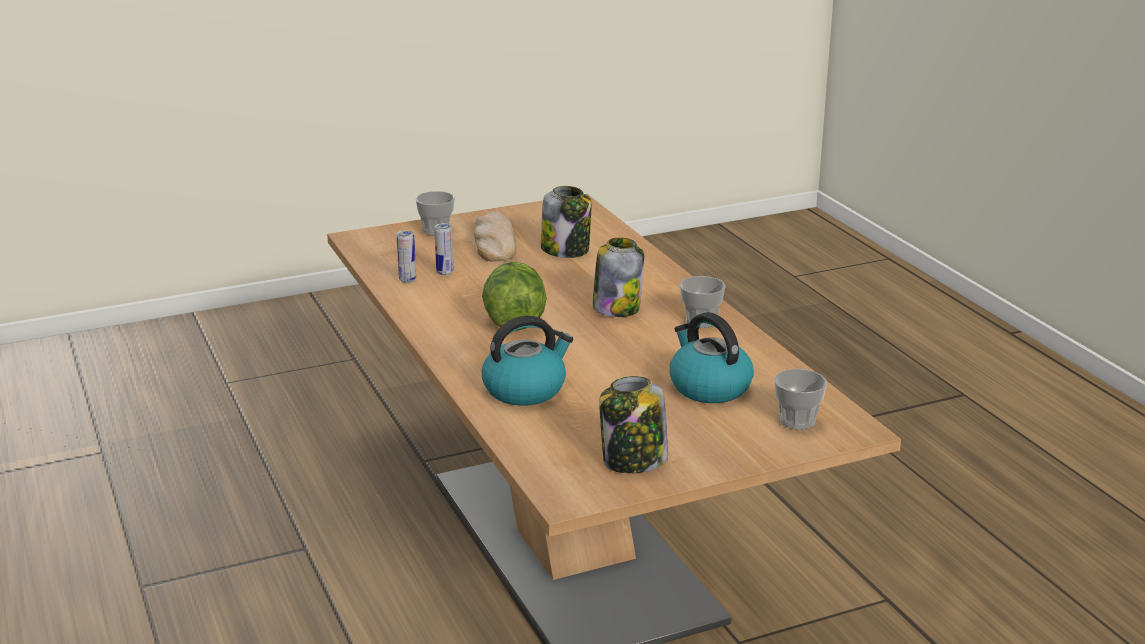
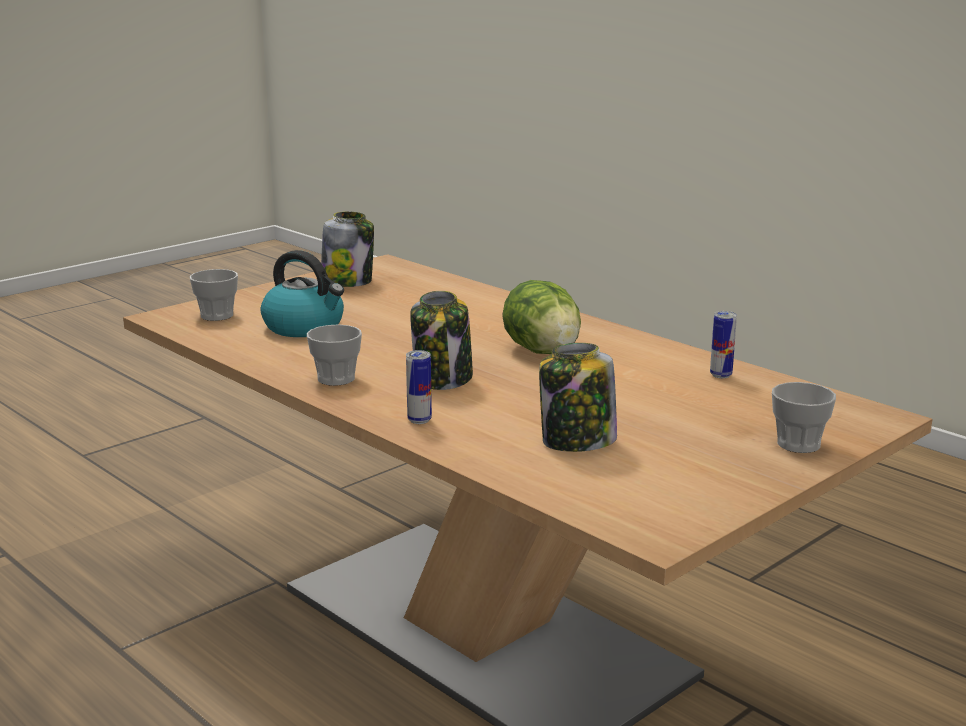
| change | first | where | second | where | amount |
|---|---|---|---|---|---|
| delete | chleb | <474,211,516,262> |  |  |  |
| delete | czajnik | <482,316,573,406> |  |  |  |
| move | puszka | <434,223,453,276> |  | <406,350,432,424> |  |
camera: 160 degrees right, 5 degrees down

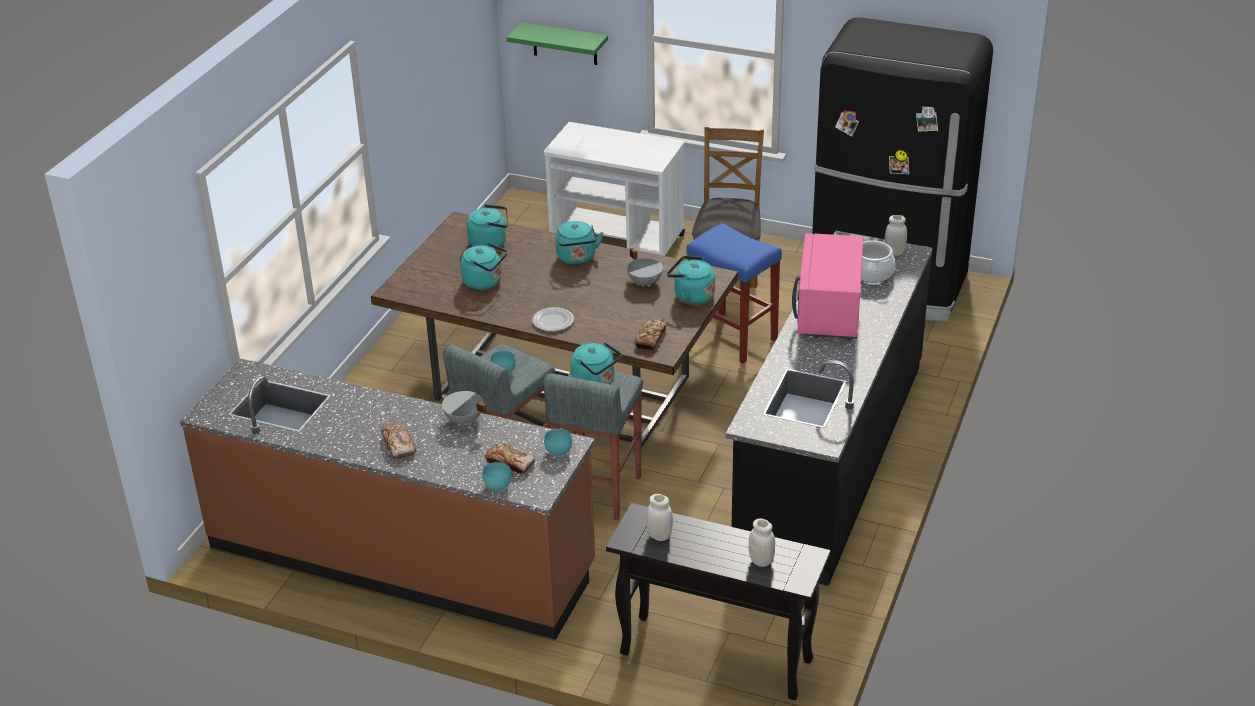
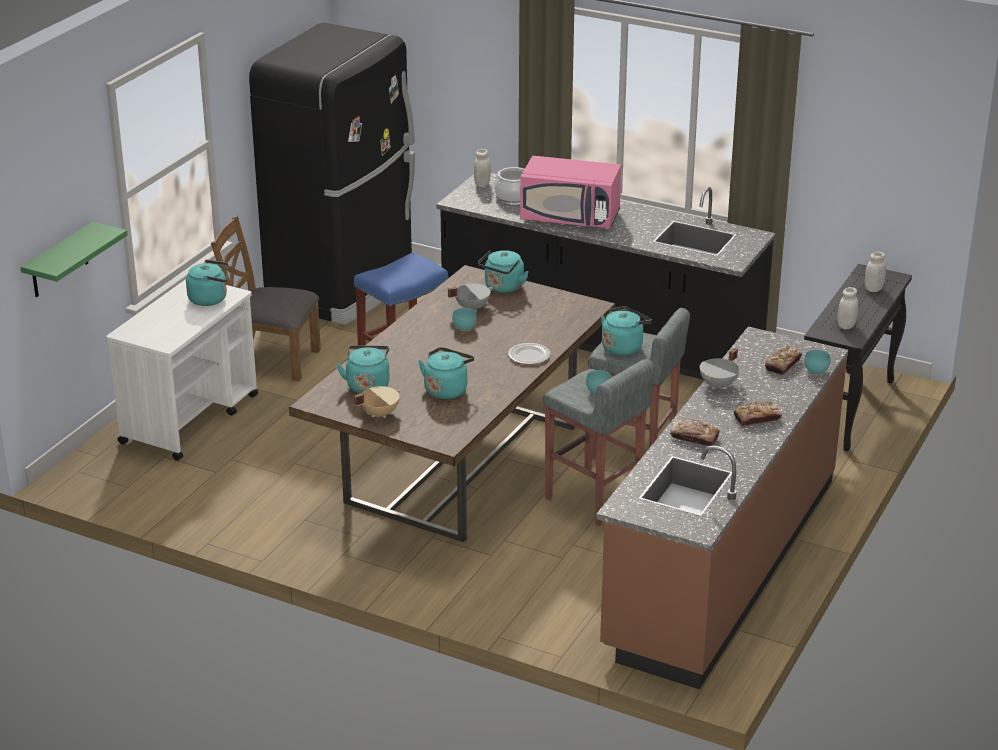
| change | first | where | second | where | amount |
|---|---|---|---|---|---|
| insert |  |  | garnek/beżowy | <354,386,401,418> |  |
| move | miska/turkusowy | <544,428,572,456> |  | <452,308,477,331> |  |
| move | czajnik/turkusowy | <556,221,603,264> |  | <186,260,228,306> |  |
| move | chleb | <635,320,666,351> |  | <670,419,720,446> |  |
camera: 85 degrees left, 5 degrees down

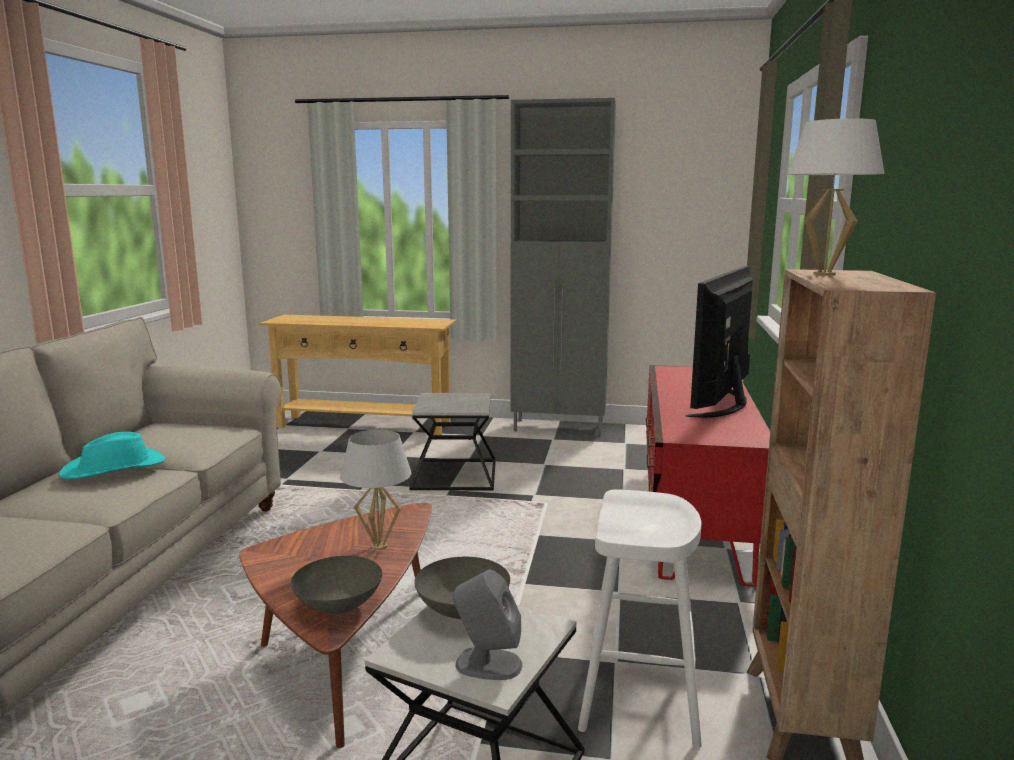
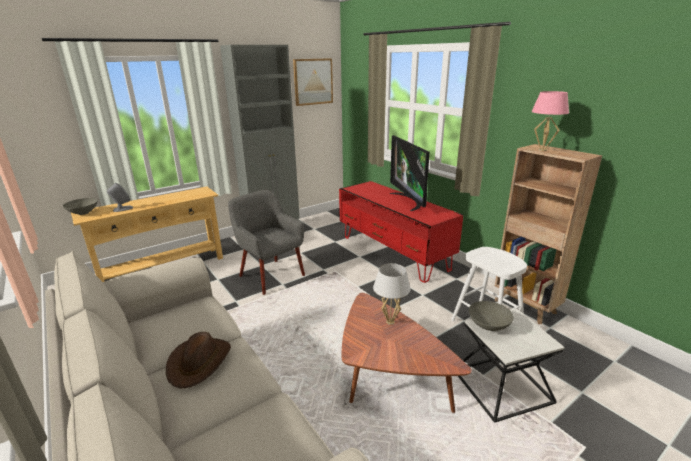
| change | first | where | second | where | amount |
|---|---|---|---|---|---|
| insert |  |  | obraz | <293,58,333,106> |  |
| move | miska/szary | <291,556,382,614> |  | <63,198,98,215> |  |
| move | głośnik/szary | <452,570,523,680> |  | <107,183,133,212> |  |
| replace | stolik | <410,393,496,490> | fotel/szary | <228,190,305,295> |  |
| recolor | kapelusz/turkusowy | <59,432,165,479> | kapelusz/brązowy | <166,332,231,388> |  |
| recolor | lampa stołowa/biały | <787,118,884,276> | lampa stołowa/różowy | <532,91,569,151> |  |
camera: 45 degrees left, 10 degrees up

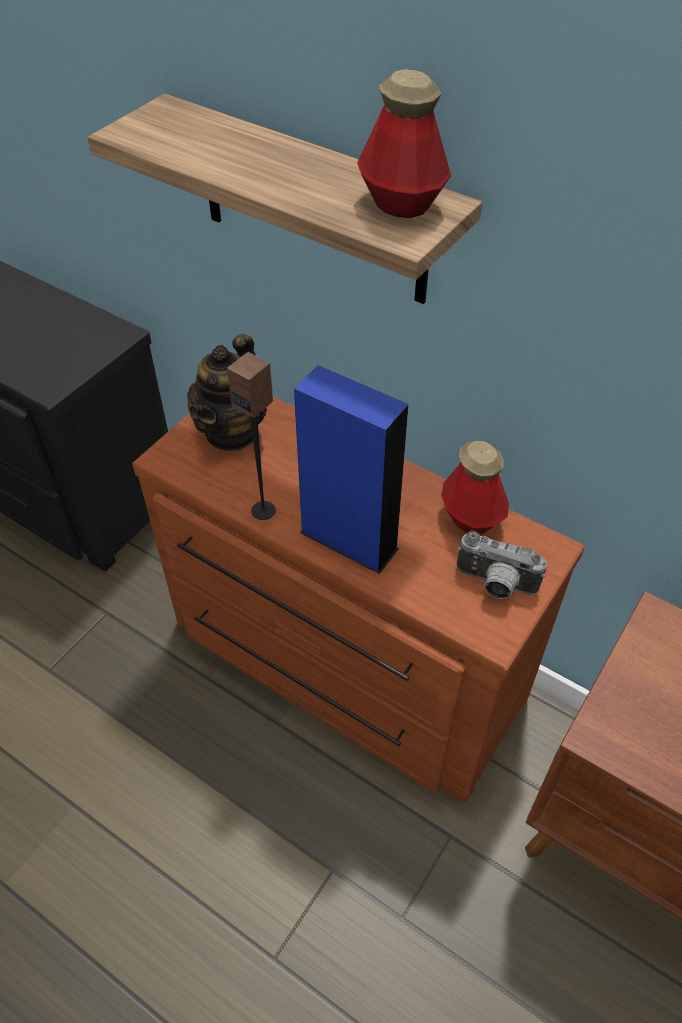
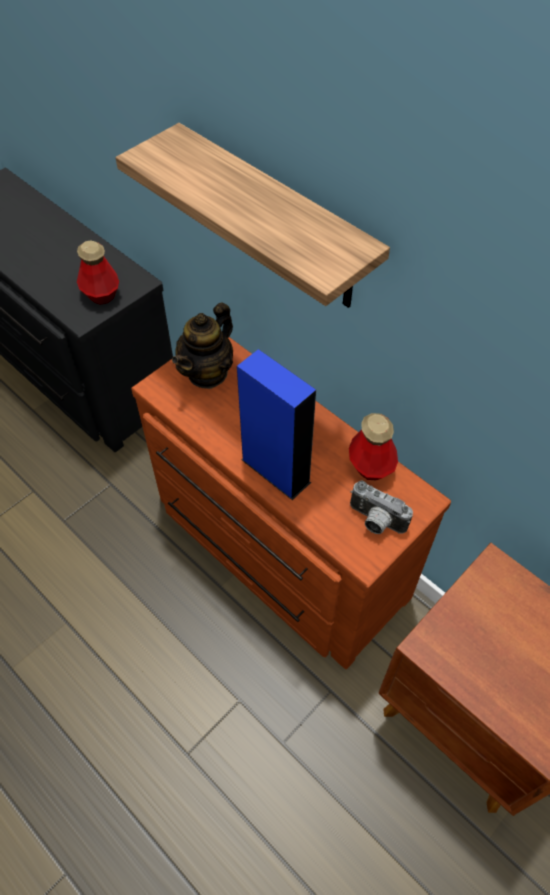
| change | first | where | second | where | amount |
|---|---|---|---|---|---|
| delete | głośnik | <227,352,276,520> |  |  |  |
| move | butelka | <357,69,451,218> |  | <77,240,119,305> |  |
camera: 10 degrees right, 5 degrees up

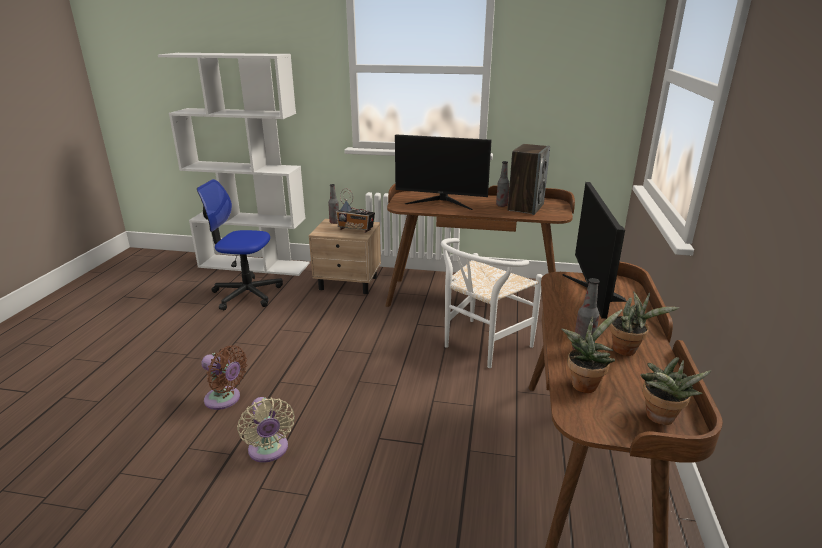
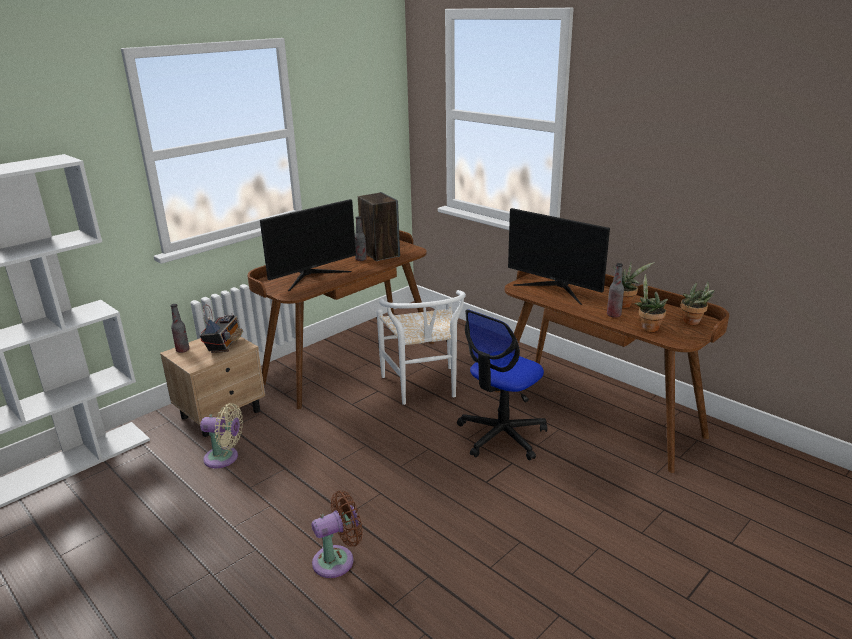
| change | first | where | second | where | amount |
|---|---|---|---|---|---|
| move | krzesło biurowe | <197,179,283,311> |  | <457,309,547,460> |  |
| move | wentylator/beżowy | <237,397,295,463> |  | <200,403,243,468> |  |
| rotate | radio | <336,188,375,233> |  | <200,305,243,353> | 45 degrees counterclockwise |
camera: 55 degrees left, 0 degrees up

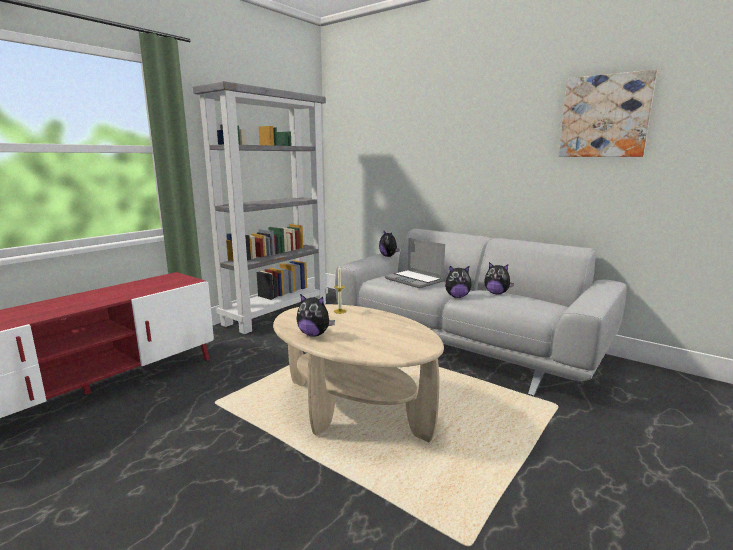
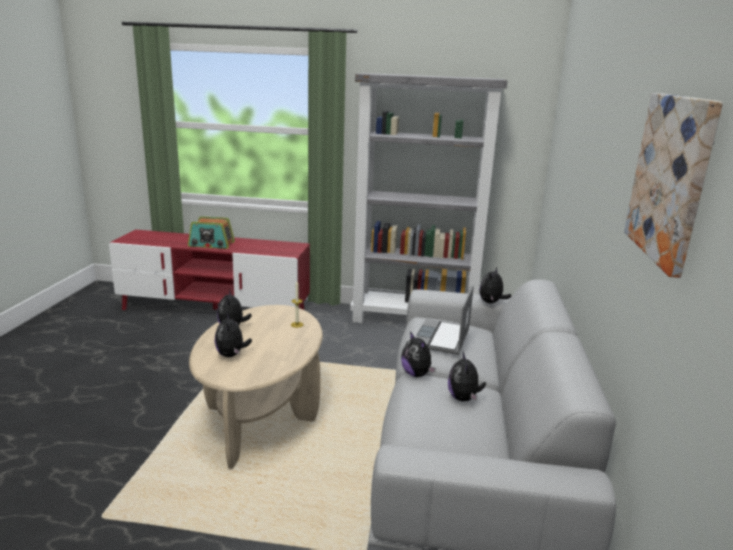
| change | first | where | second | where | amount |
|---|---|---|---|---|---|
| insert |  |  | radio | <188,216,235,249> |  |
| insert |  |  | pluszak | <215,313,252,357> |  |
camera: 60 degrees right, 5 degrees up

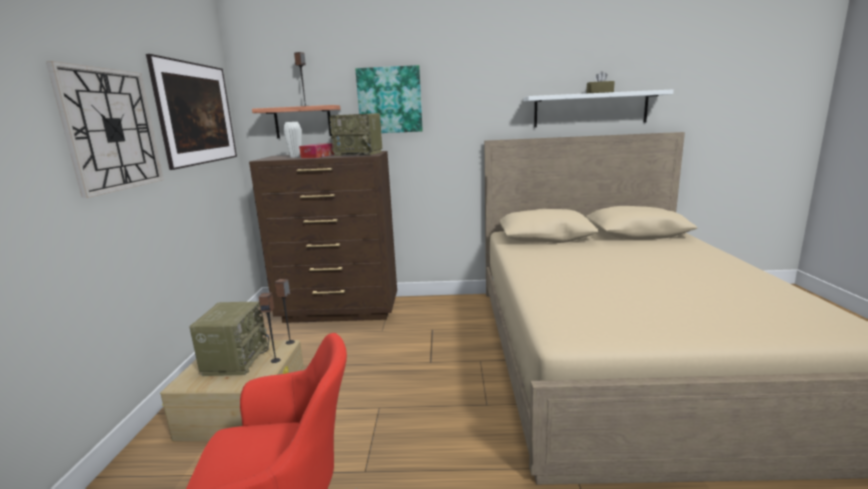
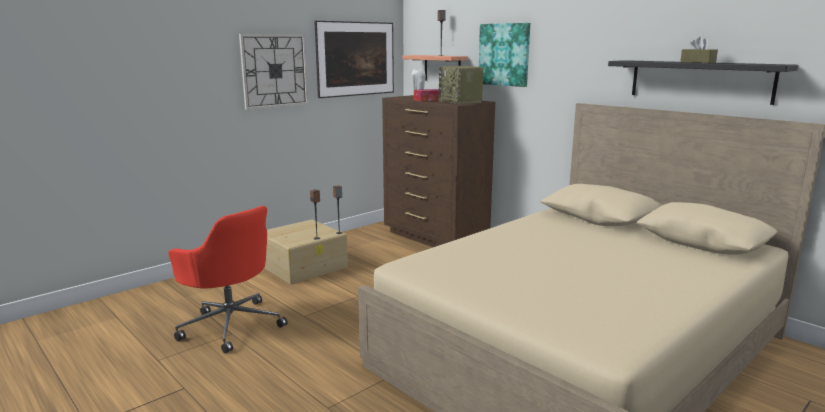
| change | first | where | second | where | amount |
|---|---|---|---|---|---|
| delete | radio | <189,302,270,376> |  |  |  |
| recolor | półka/biały | <524,89,673,127> | półka/czarny | <608,60,798,105> |  |
camera: 45 degrees right, 0 degrees up

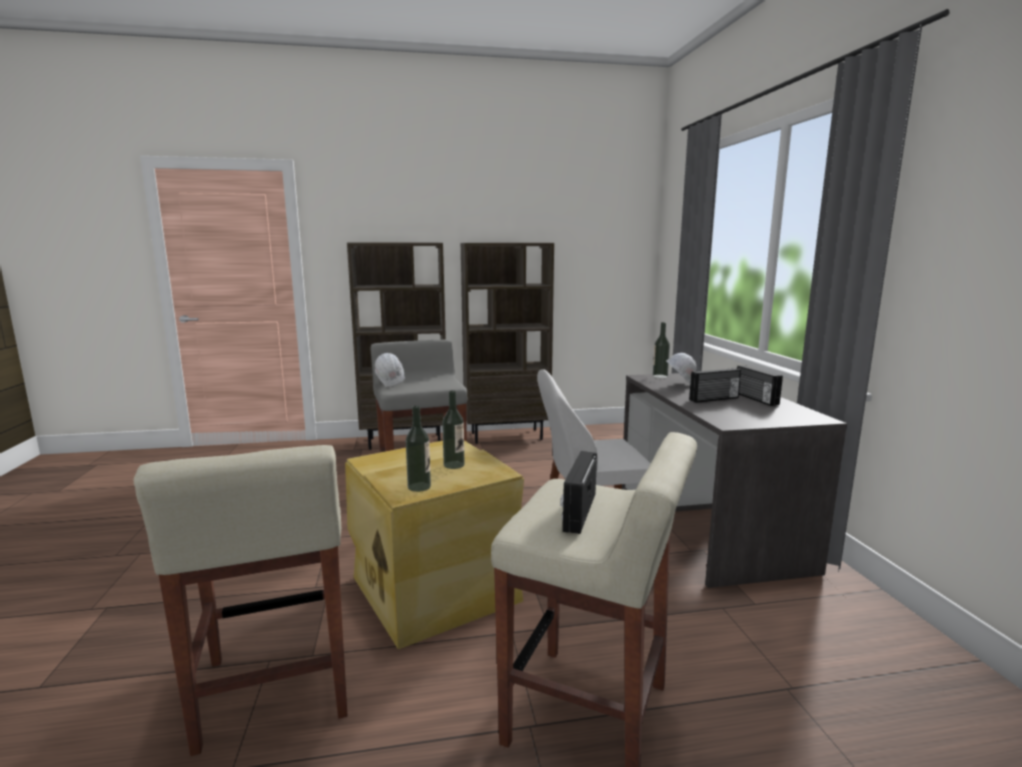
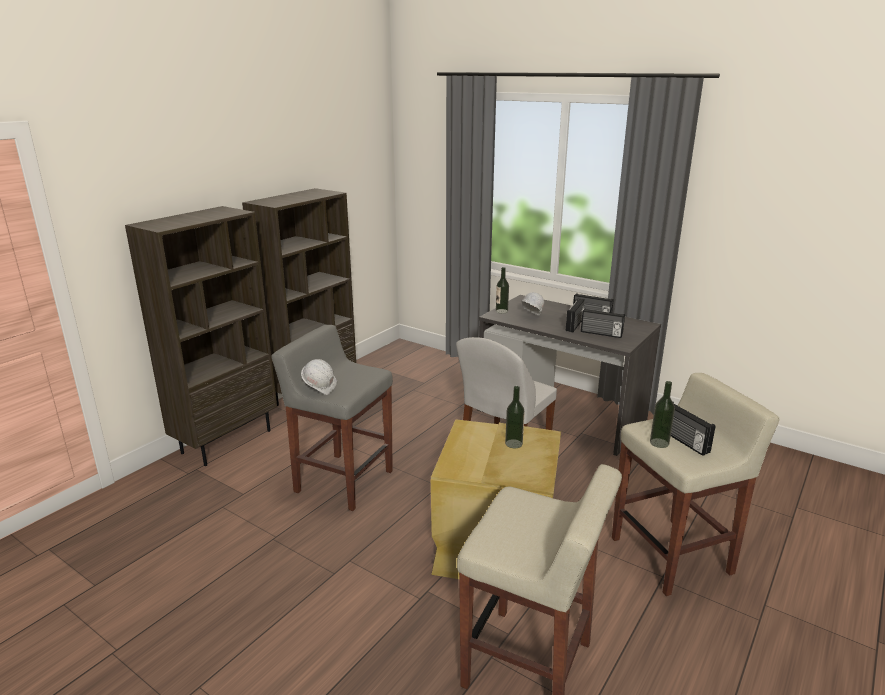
| change | first | where | second | where | amount |
|---|---|---|---|---|---|
| insert |  |  | radio | <581,309,625,338> |  |
| move | butelka | <406,406,431,492> |  | <650,381,675,448> |  |
camera: 45 degrees left, 10 degrees up

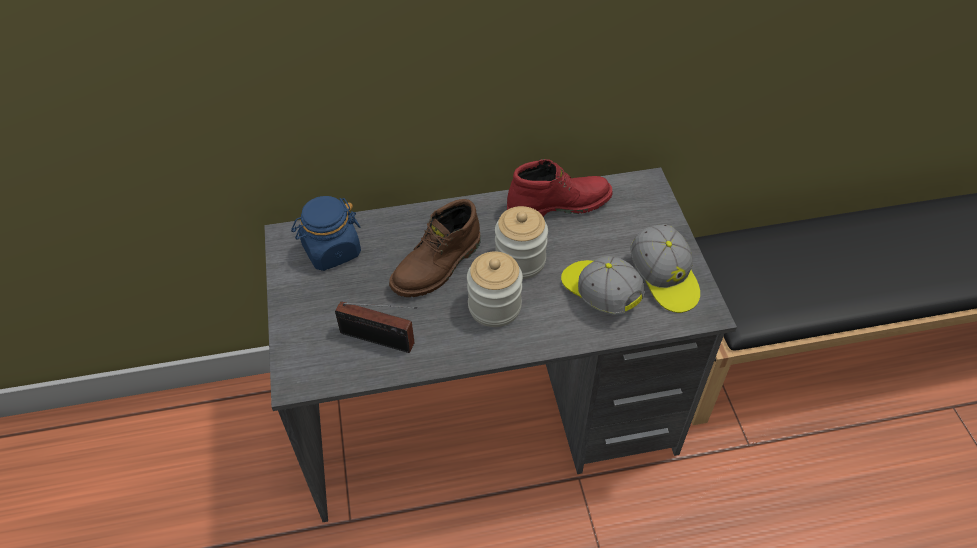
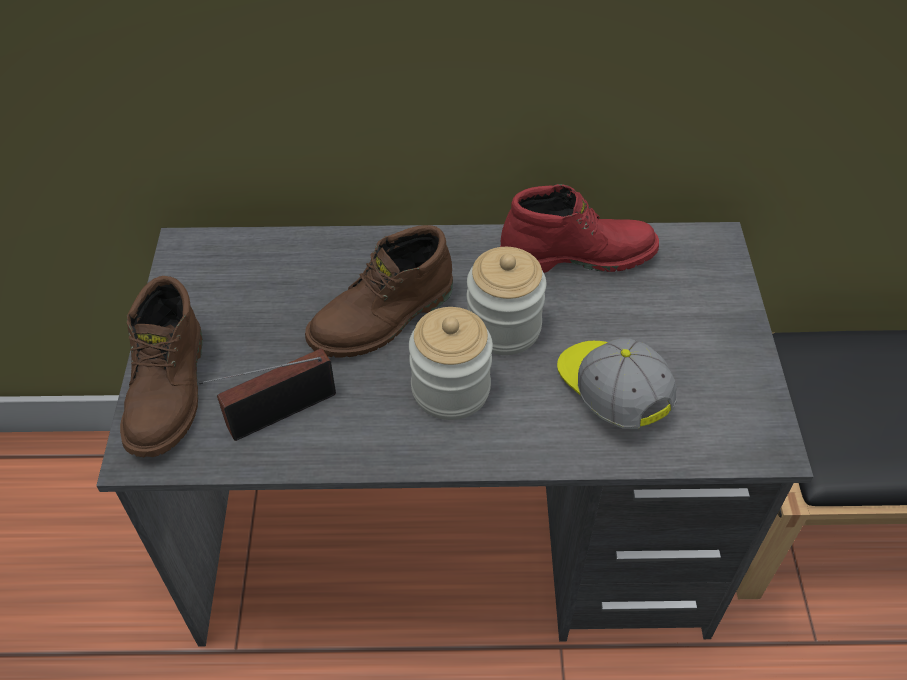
| change | first | where | second | where | amount |
|---|---|---|---|---|---|
| delete | słoik/niebieski | <291,196,361,271> |  |  |  |
| delete | czapka z daszkiem | <630,224,700,313> |  |  |  |
| insert |  |  | but z cholewką/brązowy | <120,276,203,457> |  |
| rotate | radio | <335,301,417,353> |  | <199,349,336,441> | 120 degrees clockwise |
camera: 10 degrees right, 0 degrees up

